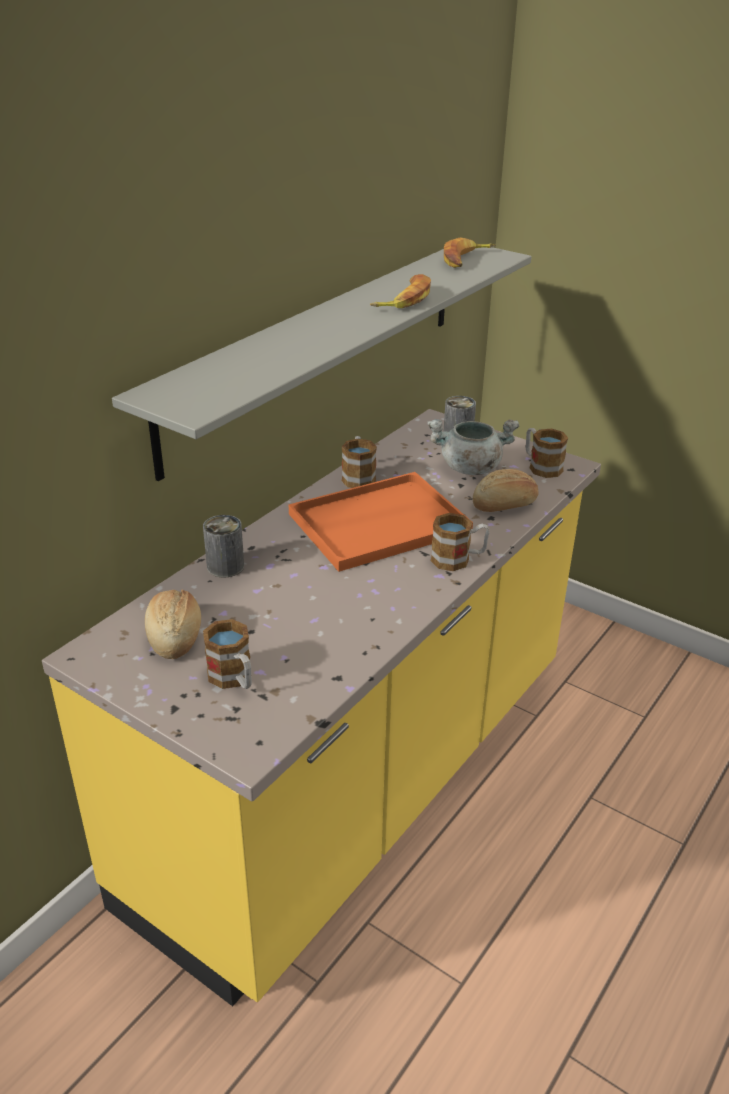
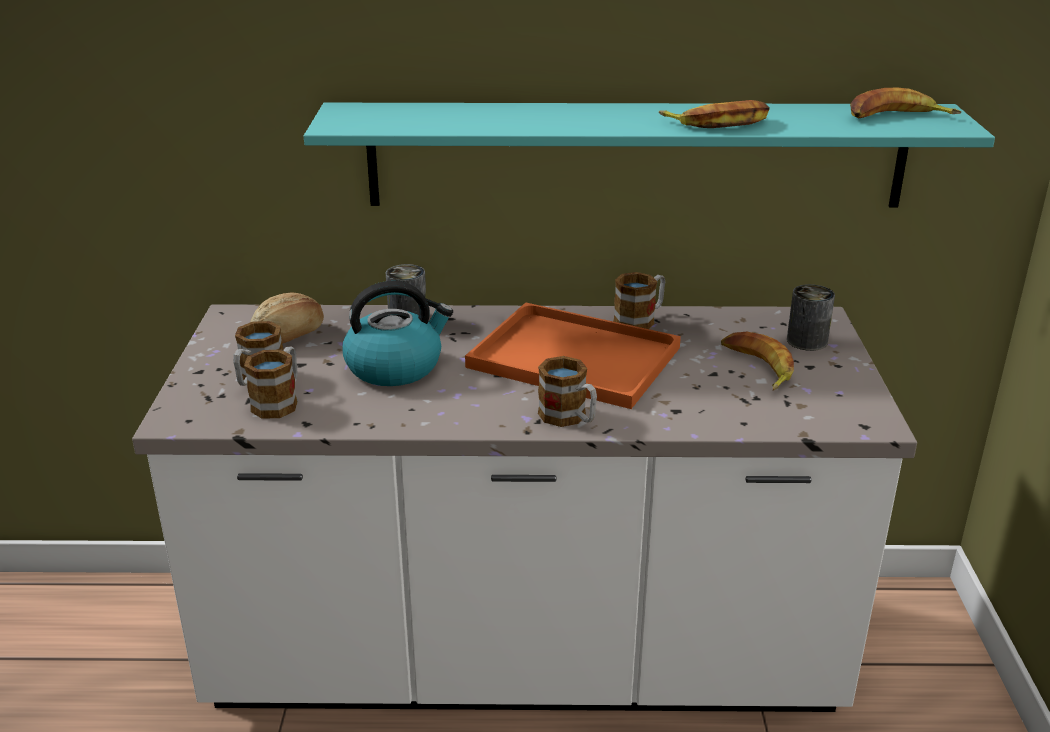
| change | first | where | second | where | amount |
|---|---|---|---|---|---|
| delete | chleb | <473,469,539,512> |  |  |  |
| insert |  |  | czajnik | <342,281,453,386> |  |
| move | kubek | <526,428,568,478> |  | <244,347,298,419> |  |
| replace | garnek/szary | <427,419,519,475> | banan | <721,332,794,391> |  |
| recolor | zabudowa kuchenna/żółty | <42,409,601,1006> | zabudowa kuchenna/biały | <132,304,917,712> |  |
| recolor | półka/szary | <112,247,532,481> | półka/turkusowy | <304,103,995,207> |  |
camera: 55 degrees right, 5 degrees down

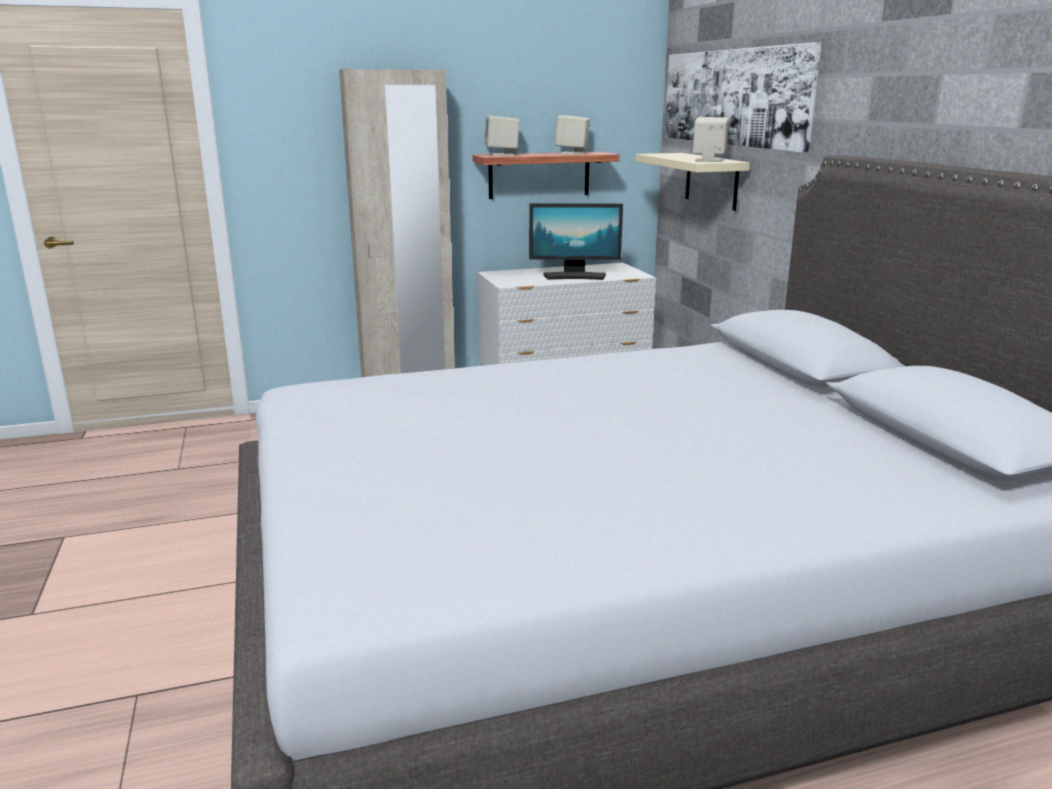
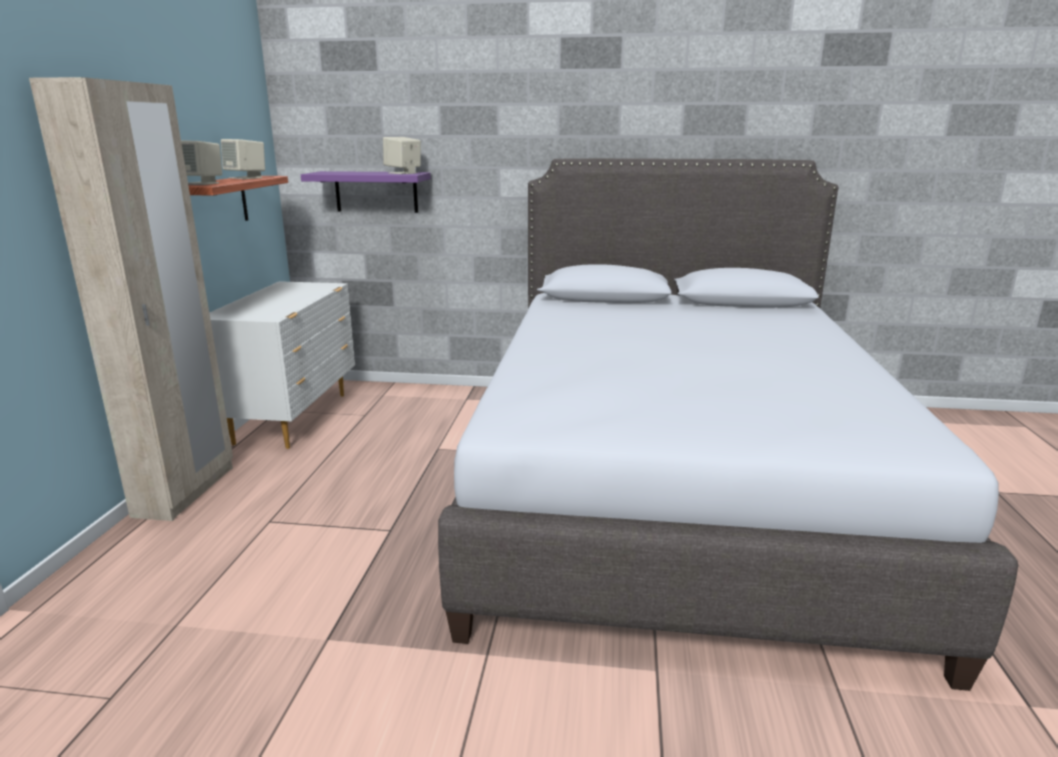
| change | first | where | second | where | amount |
|---|---|---|---|---|---|
| delete | monitor | <529,203,623,280> |  |  |  |
| delete | obraz | <665,42,822,153> |  |  |  |
| recolor | półka/beżowy | <635,153,750,211> | półka/fioletowy | <301,171,431,213> |  |
camera: 65 degrees left, 0 degrees up

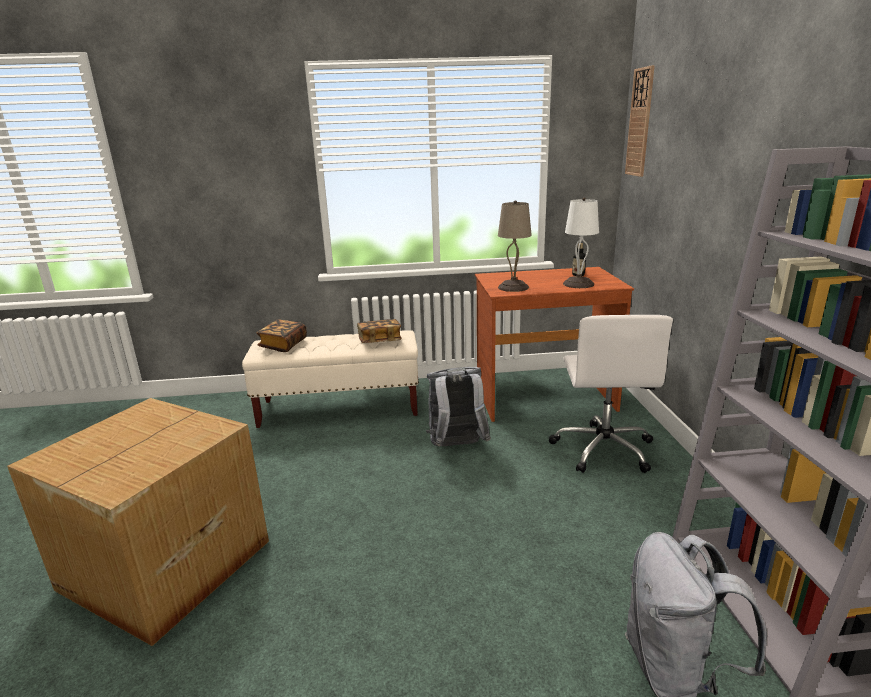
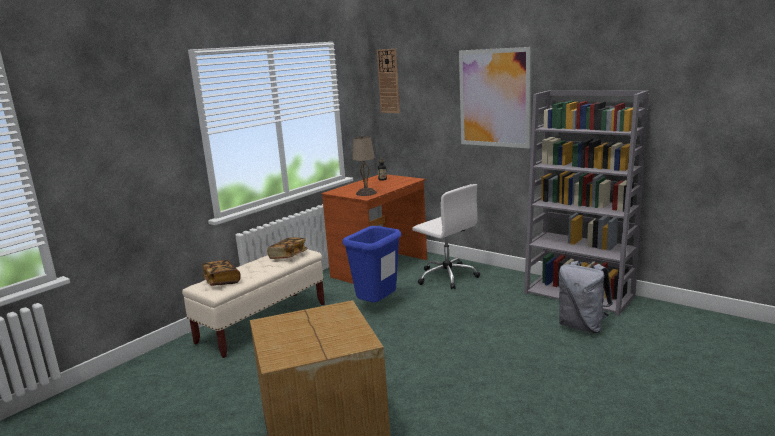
| change | first | where | second | where | amount |
|---|---|---|---|---|---|
| delete | lampa stołowa/biały | <563,197,599,288> |  |  |  |
| insert |  |  | obraz | <459,47,532,148> |  |
| replace | plecak/szary | <426,367,491,447> | kosz na śmieci/niebieski | <342,226,401,302> |  |
camera: 45 degrees left, 5 degrees down

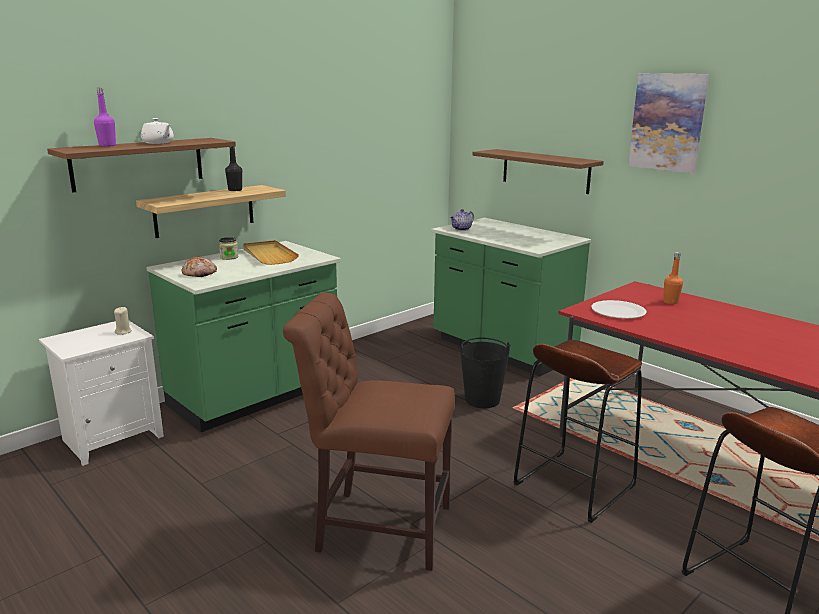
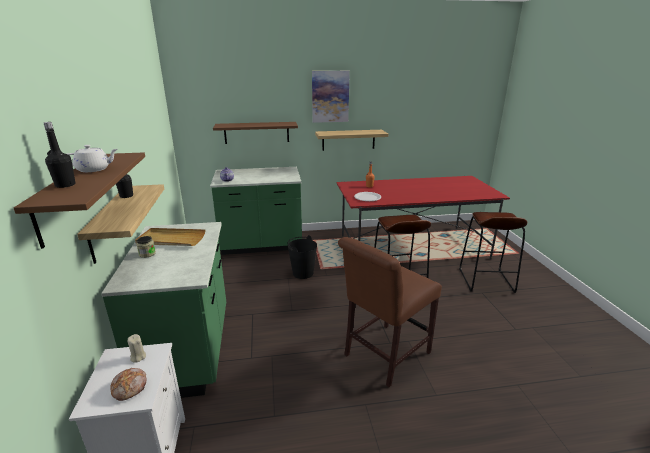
| change | first | where | second | where | amount |
|---|---|---|---|---|---|
| insert |  |  | półka | <315,130,388,151> |  |
| move | chleb | <181,257,217,277> |  | <110,368,147,401> |  |
| recolor | butelka/fioletowy | <94,88,116,147> | butelka/czarny | <44,122,75,188> |  |
camera: 55 degrees left, 5 degrees up

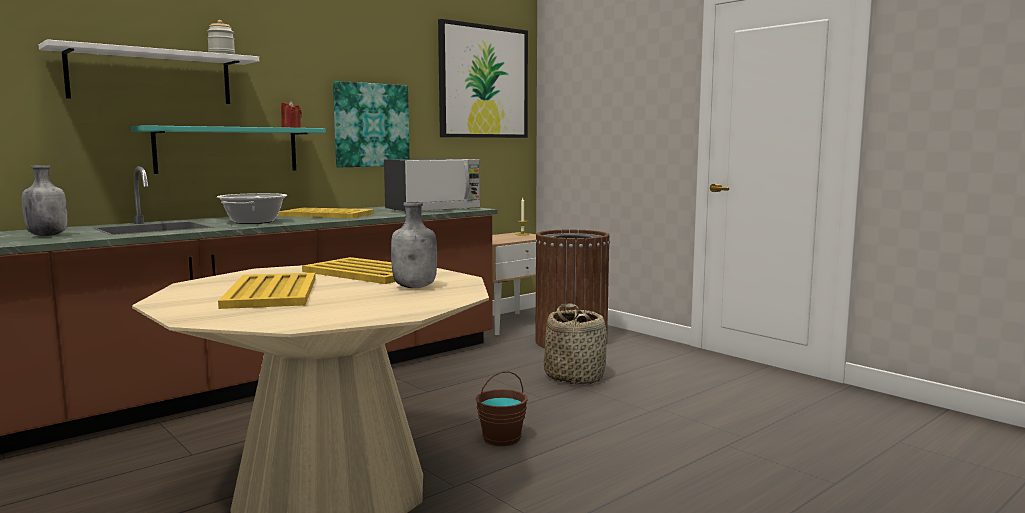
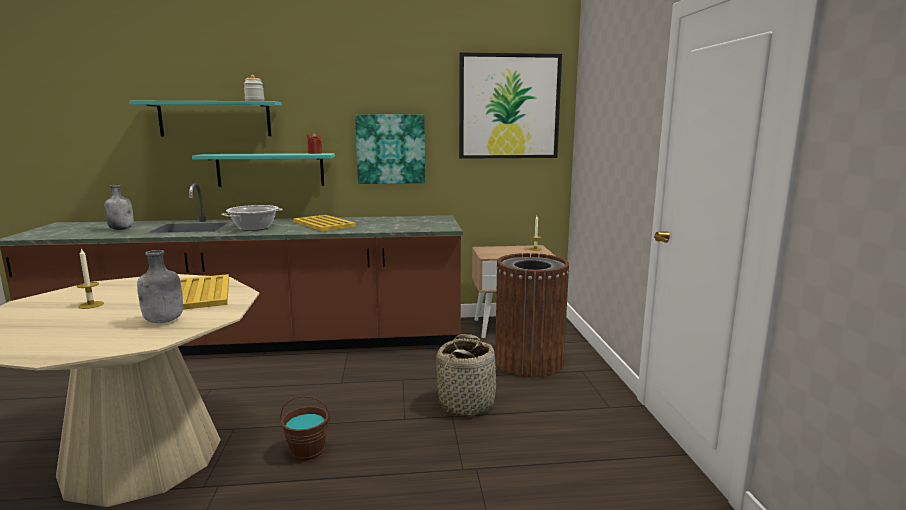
| change | first | where | second | where | amount |
|---|---|---|---|---|---|
| delete | mikrofalówka | <384,159,480,211> |  |  |  |
| replace | taca/żółty | <218,273,316,309> | świeca | <76,248,104,309> |  |
| recolor | półka/biały | <39,39,259,104> | półka/turkusowy | <129,101,282,137> |  |
camera: 35 degrees right, 5 degrees up

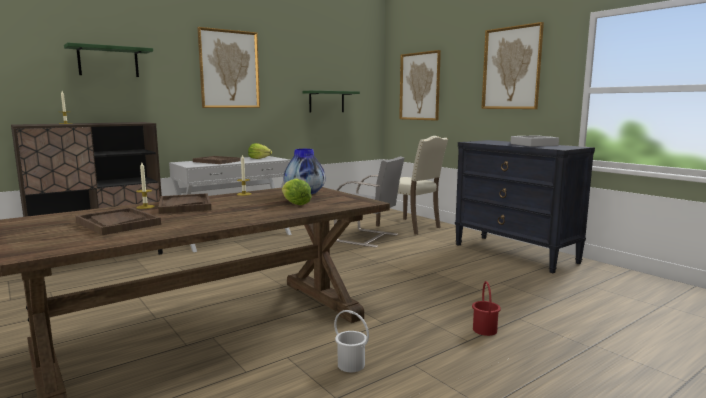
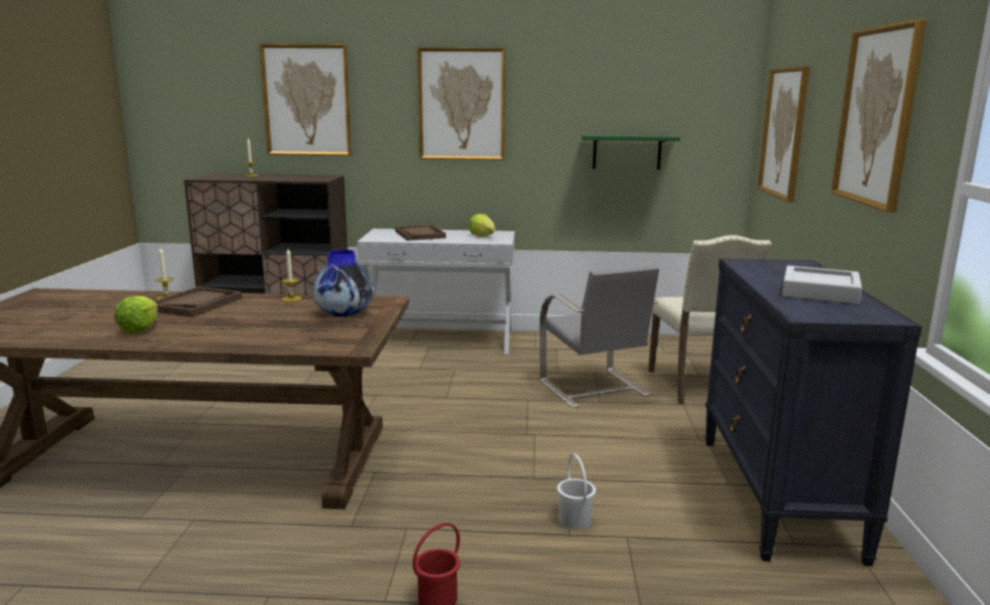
| change | first | where | second | where | amount |
|---|---|---|---|---|---|
| delete | taca/brązowy | <76,208,161,235> |  |  |  |
| move | sałata | <282,178,312,205> |  | <114,296,158,334> |  |
| move | wiadro/biały | <334,310,369,372> |  | <557,454,596,529> |  |
| replace | półka/zielony | <64,42,153,77> | obraz | <259,44,352,156> |  |
camera: 40 degrees right, 5 degrees up

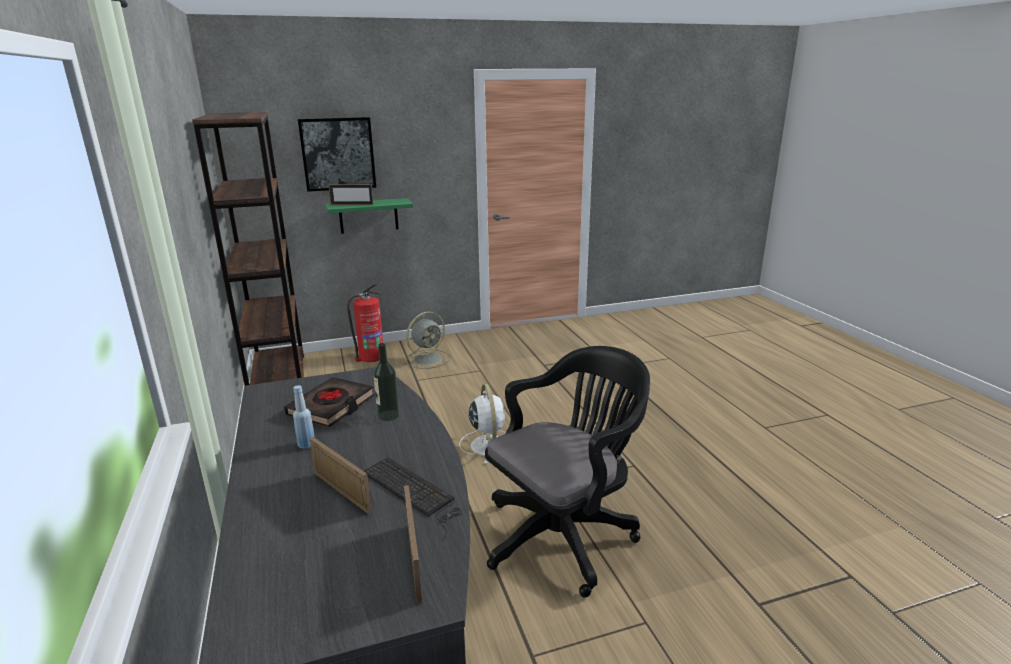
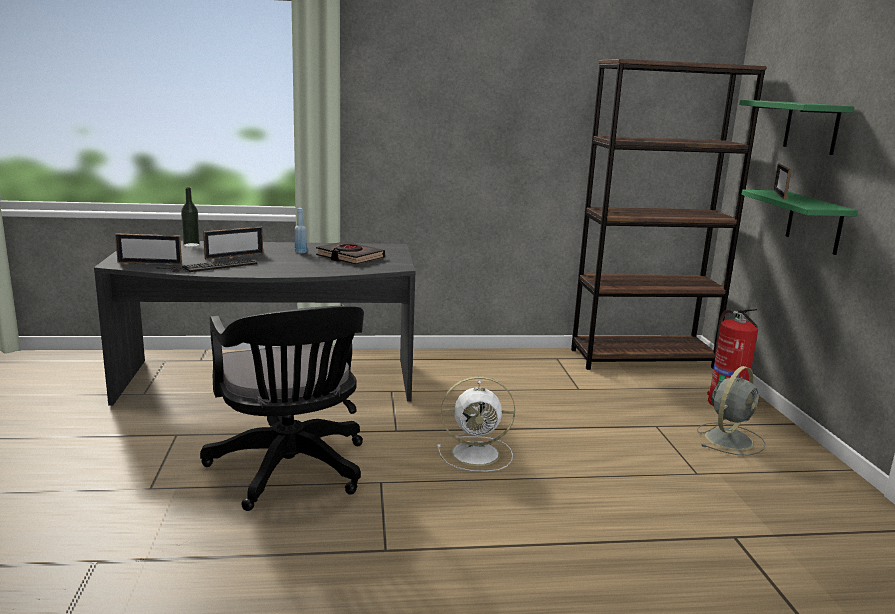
| change | first | where | second | where | amount |
|---|---|---|---|---|---|
| move | butelka | <373,343,399,421> |  | <181,187,200,247> |  |
| replace | obraz | <298,117,376,192> | półka/zielony | <739,100,854,155> |  |
| rotate | wentylator/szary | <404,312,451,369> |  | <697,366,766,455> | 105 degrees counterclockwise |
camera: 100 degrees right, 5 degrees down

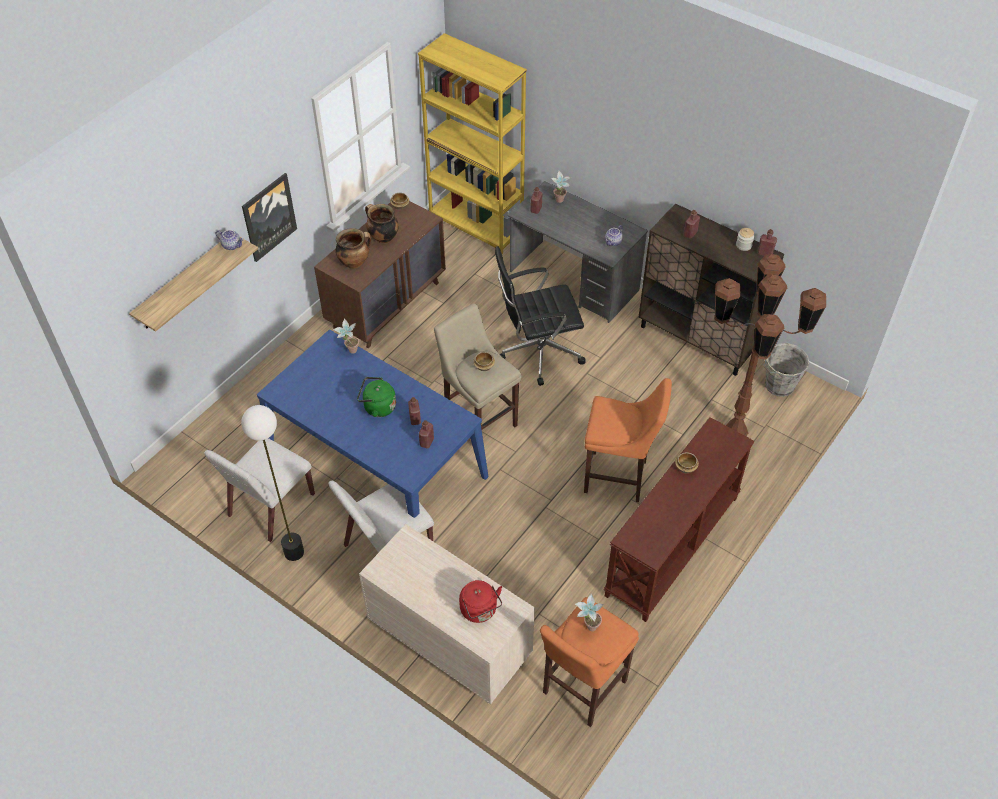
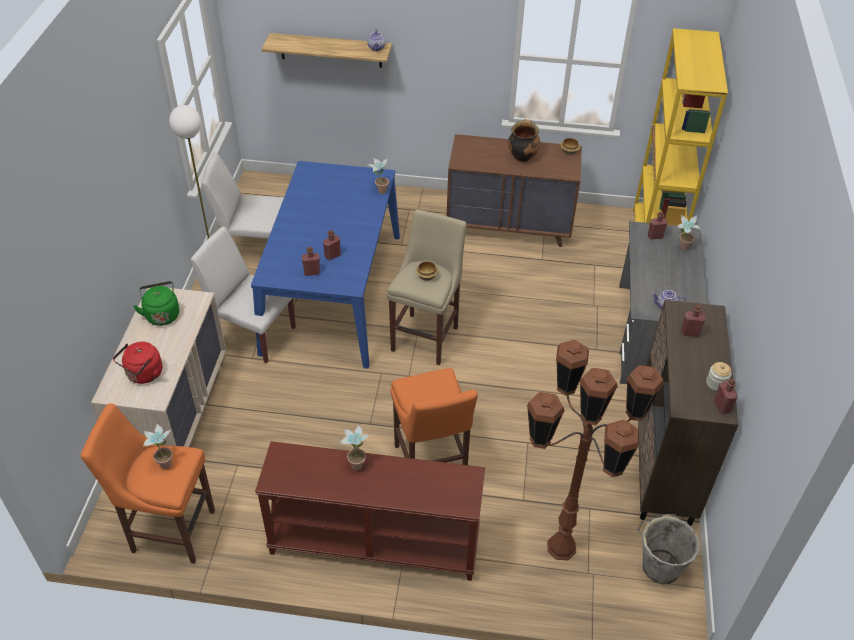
| change | first | where | second | where | amount |
|---|---|---|---|---|---|
| delete | obraz | <242,173,297,262> |  |  |  |
| delete | garnek | <336,228,371,269> |  |  |  |
| delete | krzesło biurowe/czarny | <495,246,585,386> |  |  |  |
| delete | miska | <675,452,699,473> |  |  |  |
| insert |  |  | roślina doniczkowa | <340,424,369,470> |  |
| move | czajnik/zielony | <357,377,396,417> |  | <133,281,179,326> |  |
camera: 60 degrees right, 5 degrees down

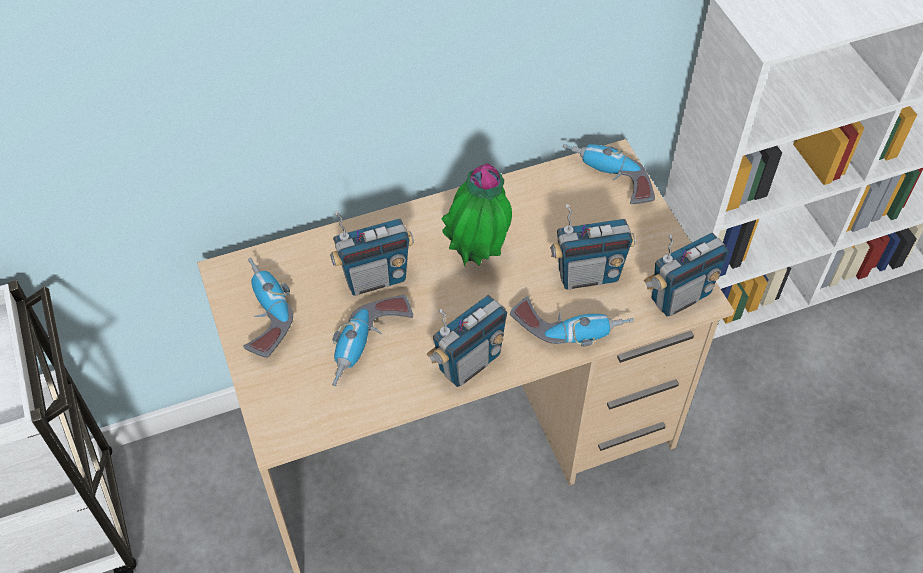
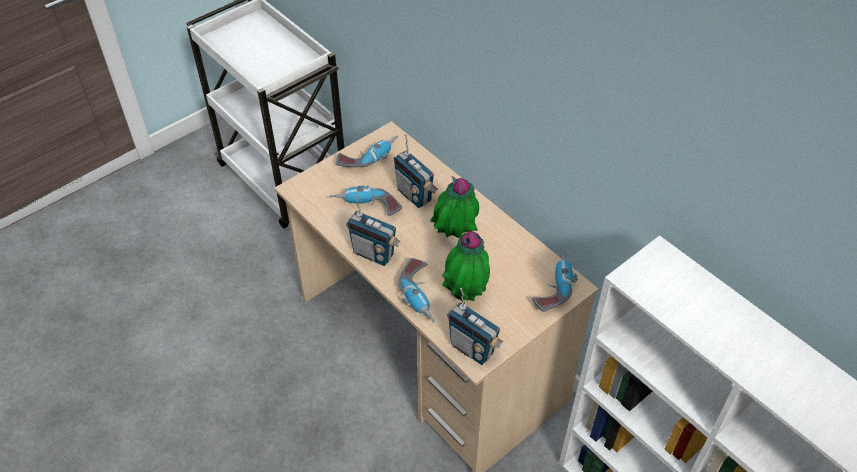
| change | first | where | second | where | amount |
|---|---|---|---|---|---|
| replace | radio | <550,204,635,290> | roślina doniczkowa | <442,231,490,304> |  |
camera: 70 degrees right, 5 degrees down

